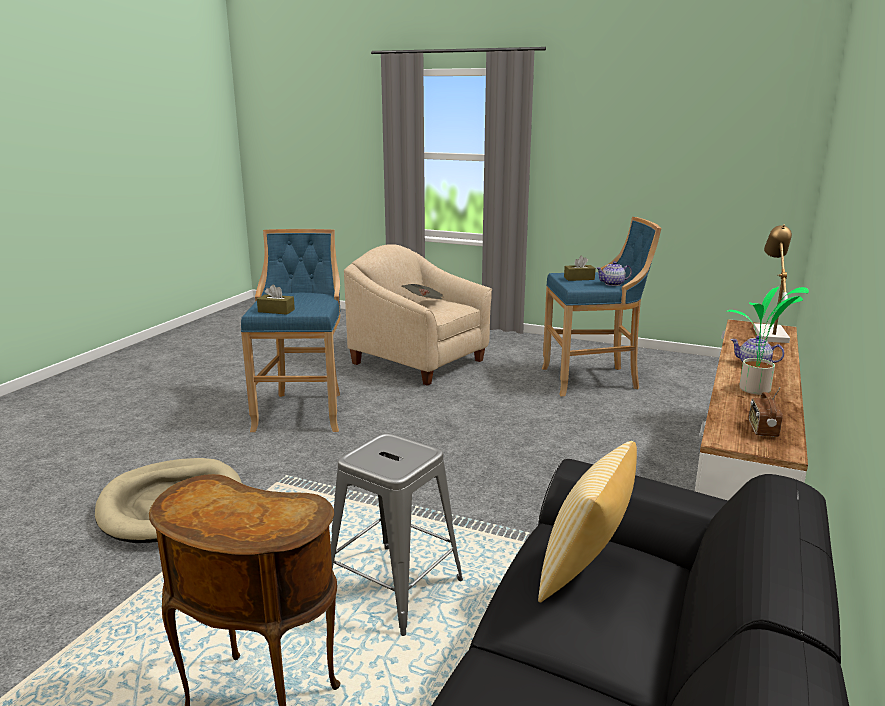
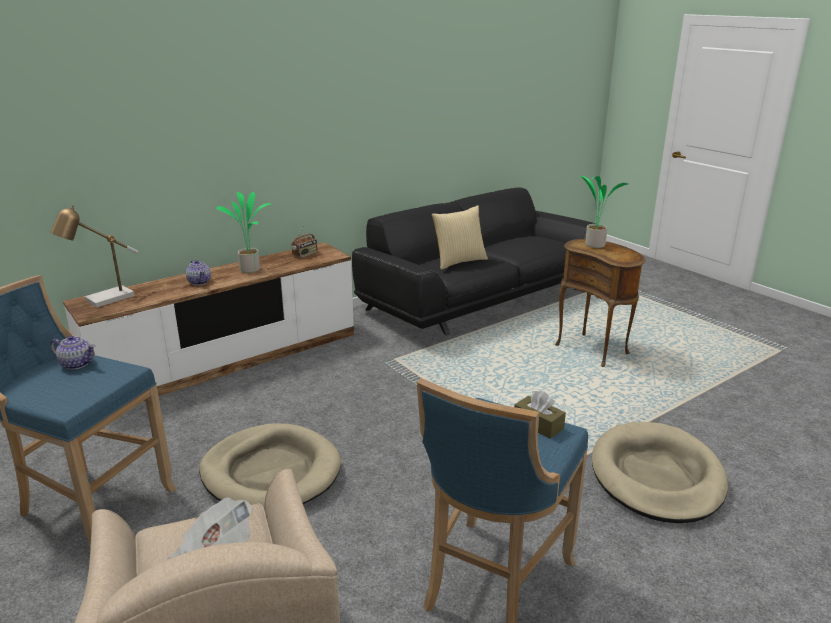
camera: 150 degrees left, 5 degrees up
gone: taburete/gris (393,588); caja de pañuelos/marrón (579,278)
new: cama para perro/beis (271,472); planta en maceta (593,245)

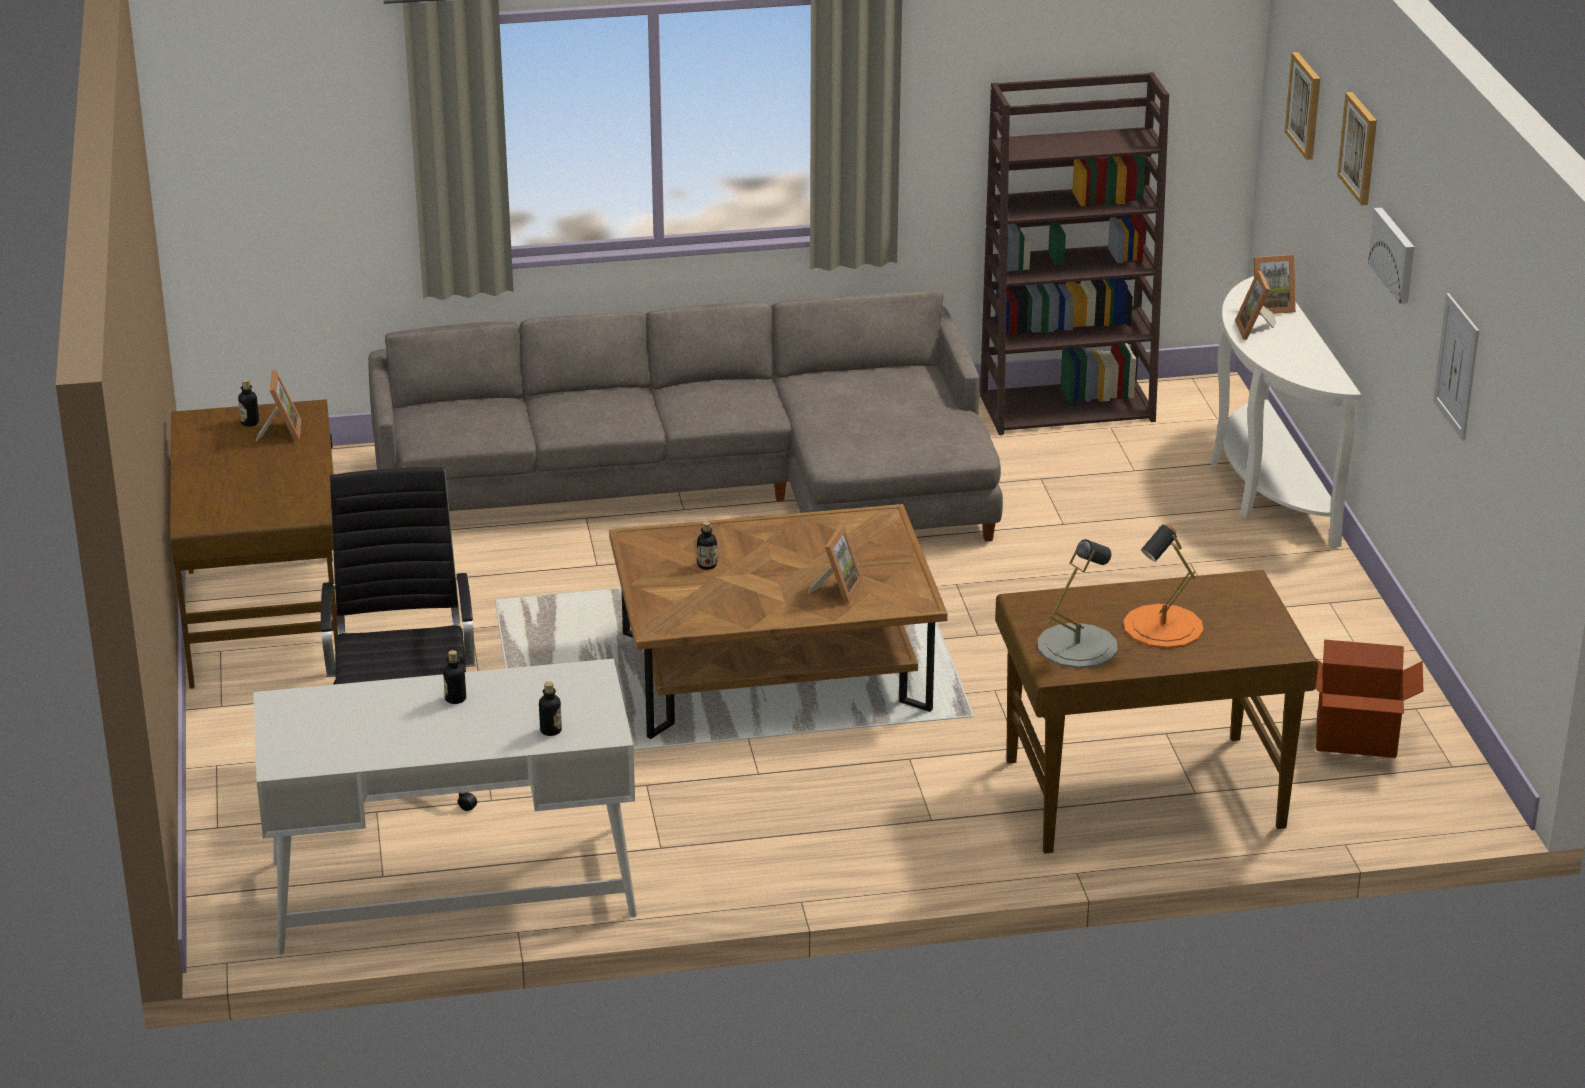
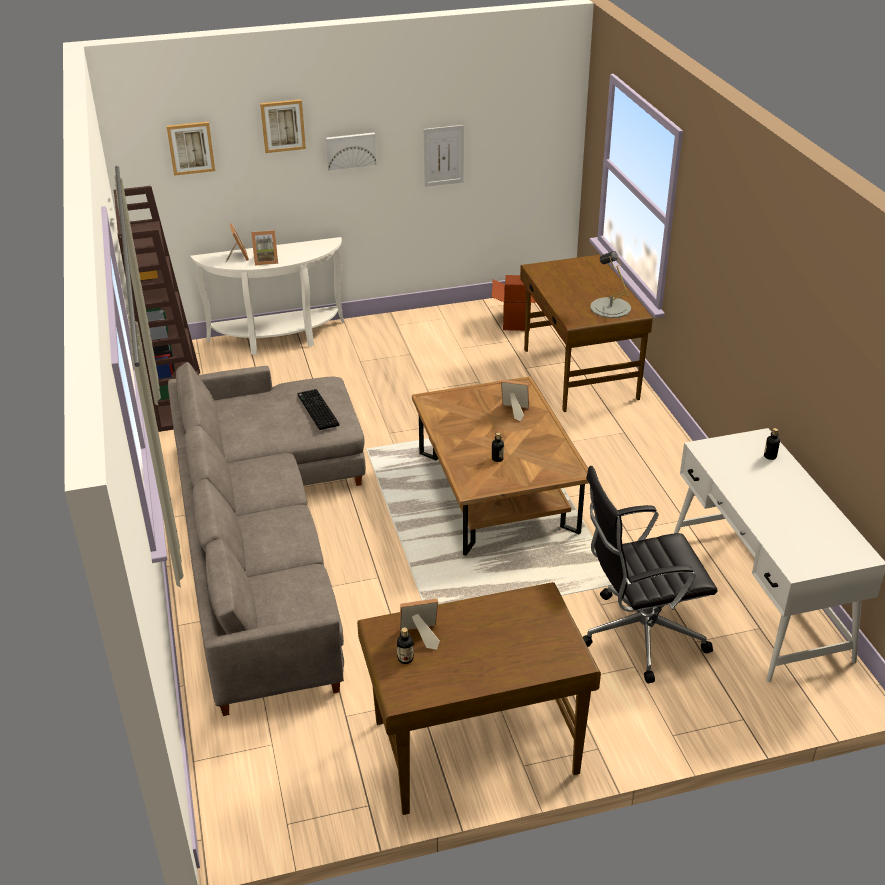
camera: 95 degrees left, 5 degrees up
gone: botella (455,699); lámpara de mesa/naranja (1163,627)
new: teclado (316,410)

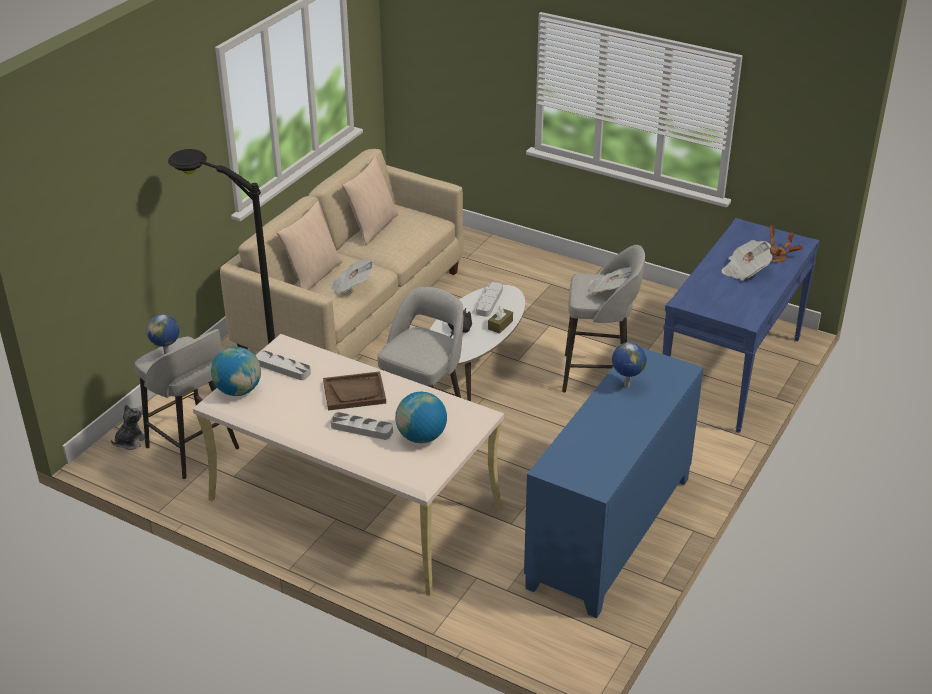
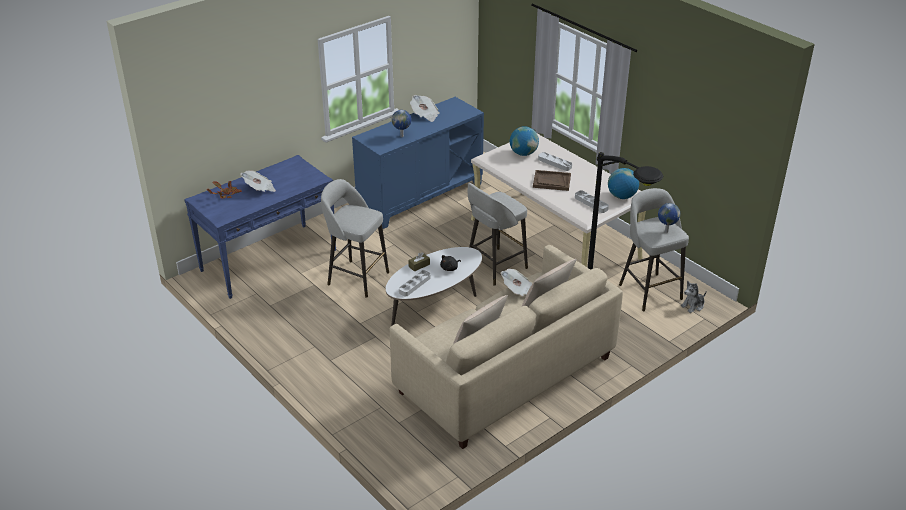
camera: 160 degrees left, 0 degrees up
shifted: periódico (609,290) to (425,115)

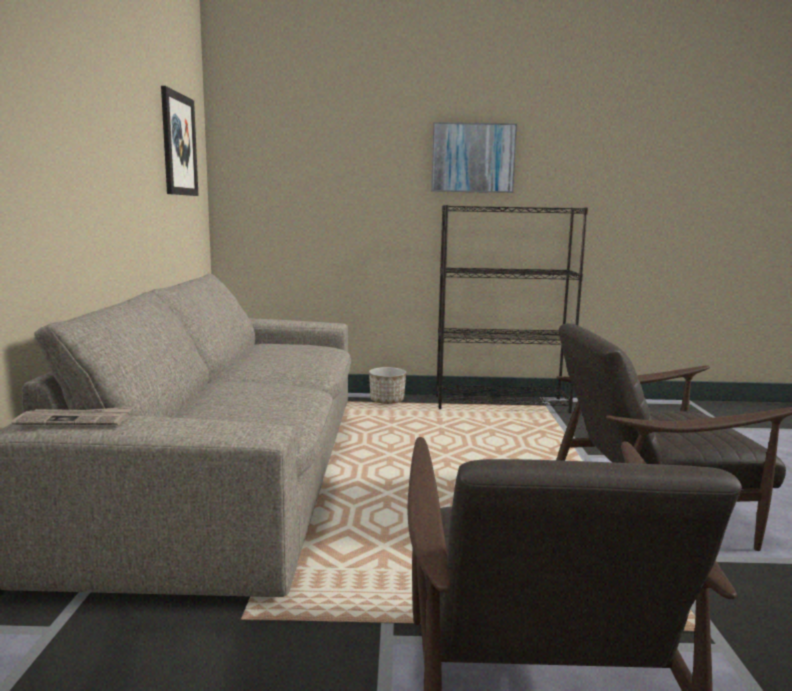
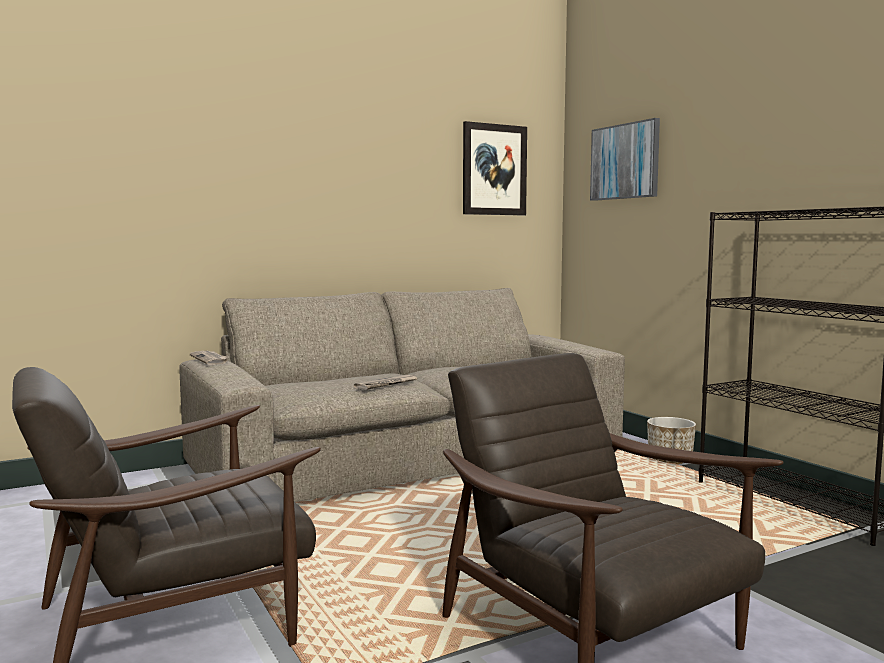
camera: 60 degrees right, 5 degrees down
new: periódico (386,384)
shifted: cuadro (473,158) to (625,161)

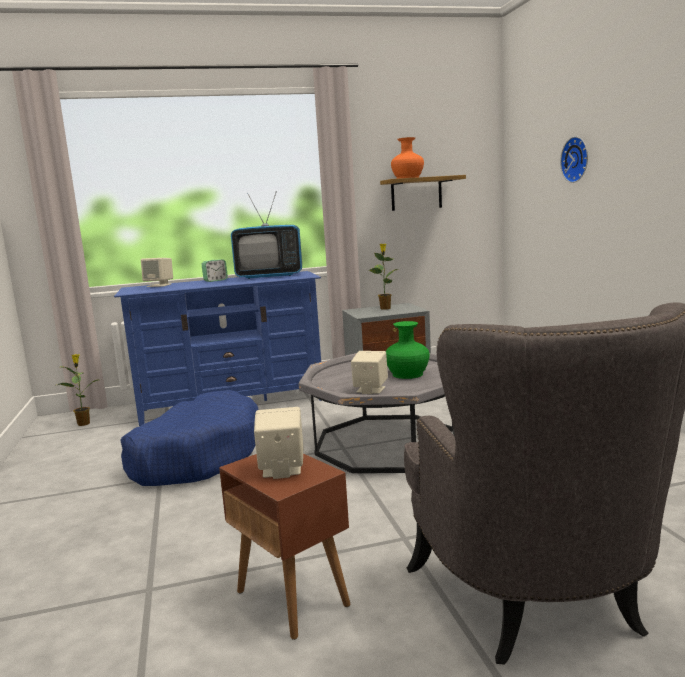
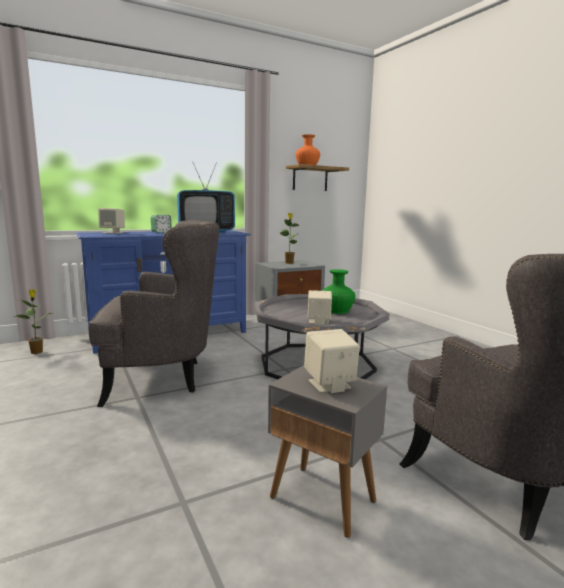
camera: 15 degrees left, 0 degrees up
gone: reloj de pared (577,159)
swapped: cama para perro/azul (197,456) to sillón/gris (162,378)
repainted: mesa auxiliar/marrón (293,599) to mesa auxiliar/gris (323,499)

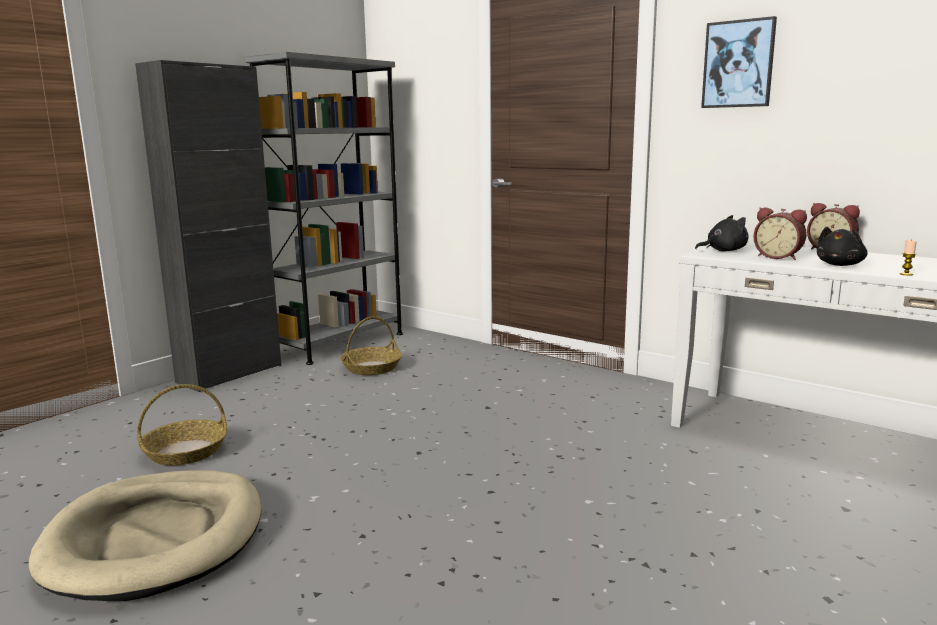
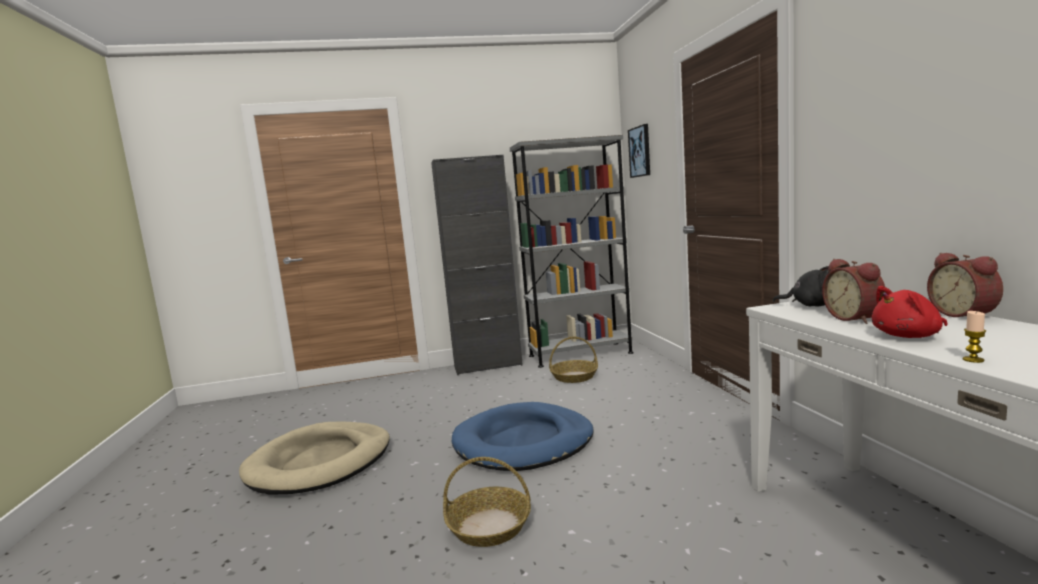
camera: 40 degrees right, 5 degrees down
new: cama para perro/azul (523,442)
shifted: cesta (186,451) to (489,526); cuadro (738,64) to (640,151)
repainted: peluche/negro (840,265) to peluche/rojo (909,336)

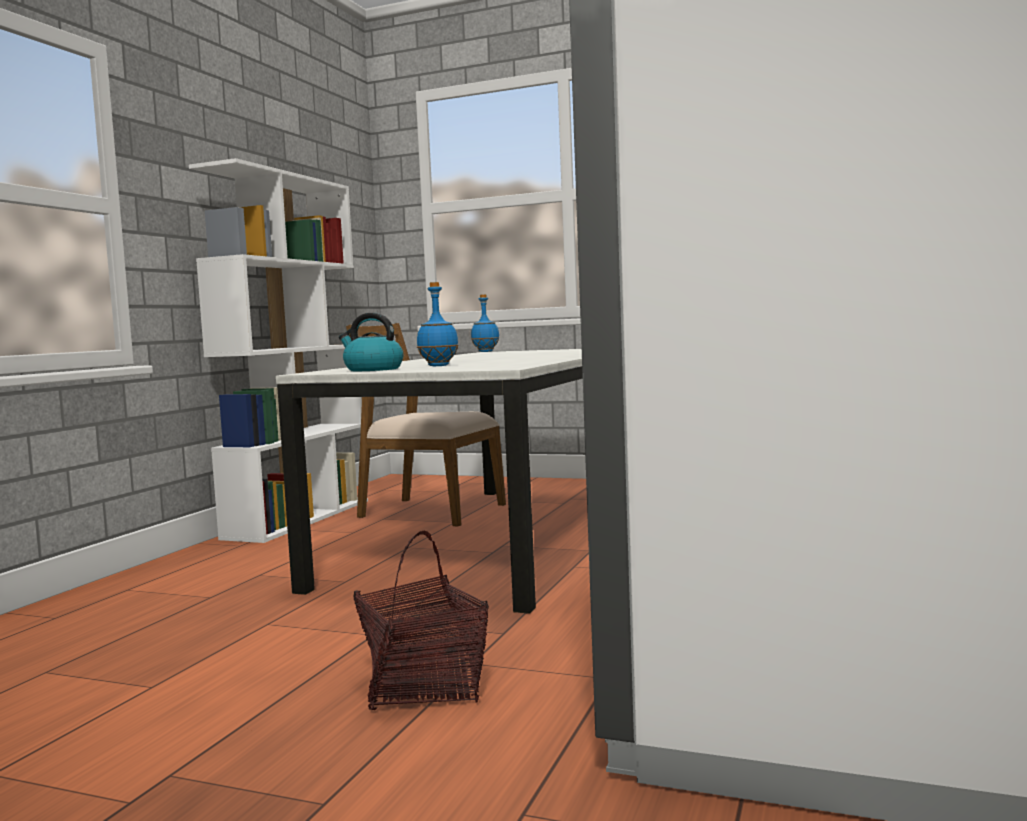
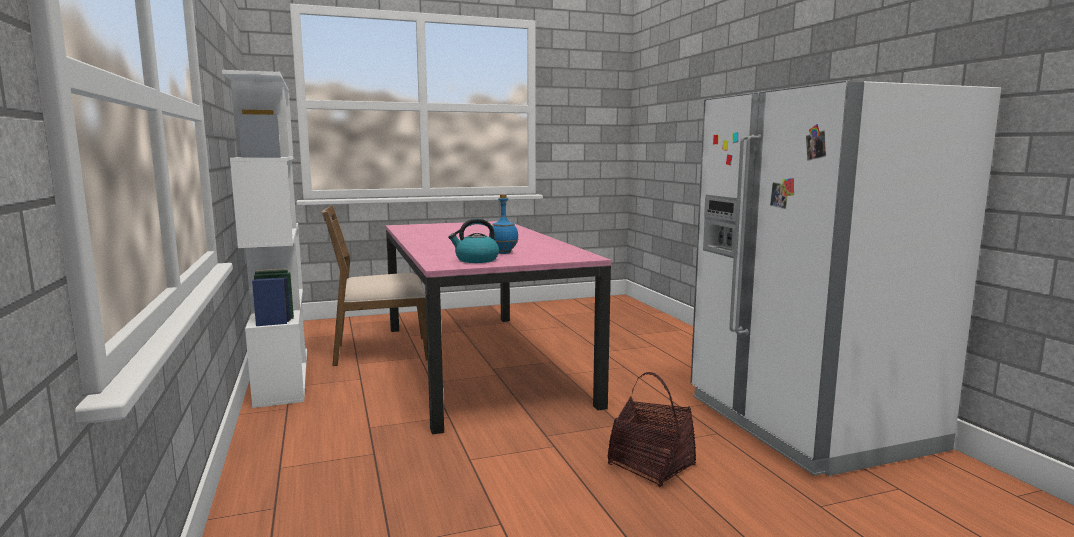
camera: 40 degrees left, 5 degrees up
gone: botella/azul (486,351)
repainted: mesa de comedor/blanco (503,536) to mesa de comedor/rosa (478,362)

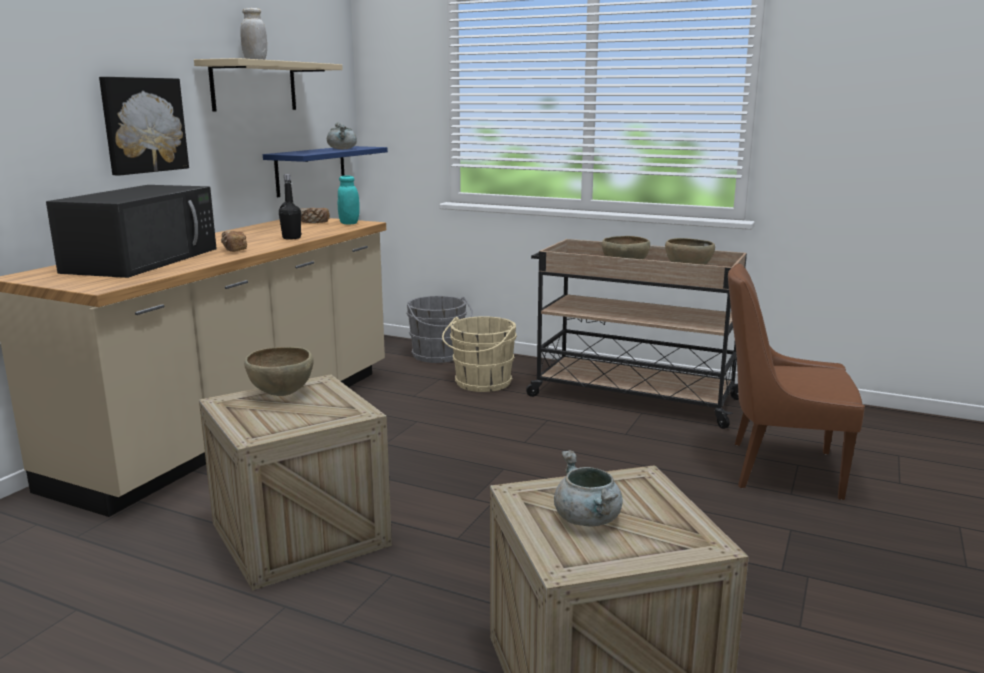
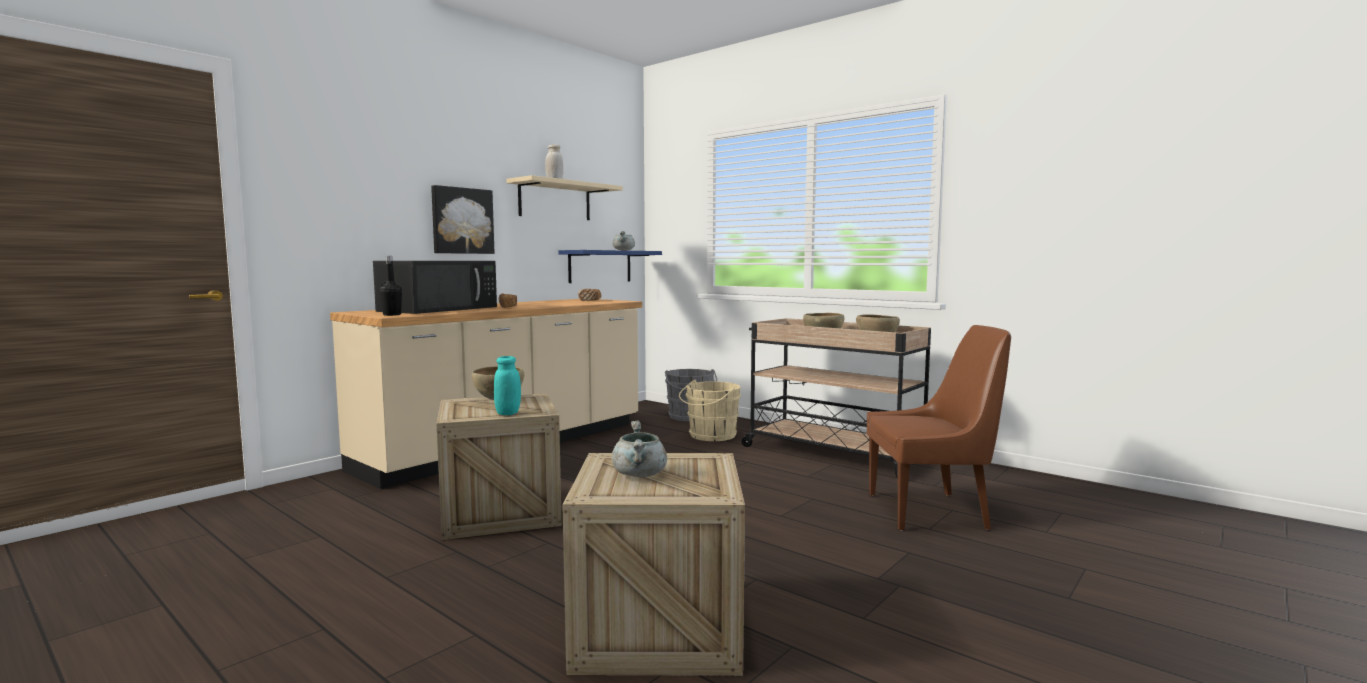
camera: 15 degrees right, 10 degrees down
shifted: botella/negro (291,238) to (392,315); tarro/turquesa (349,223) to (508,413)
rotated: silla/marrón (779,469) = (931,511) 150 degrees clockwise

